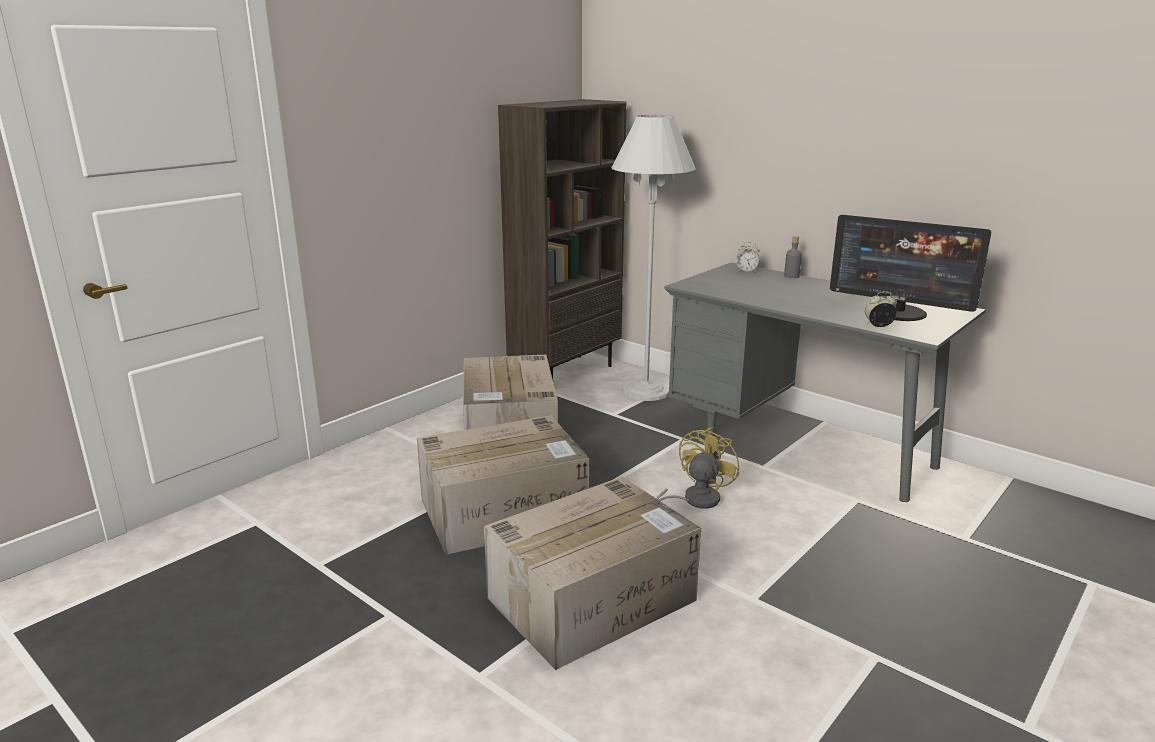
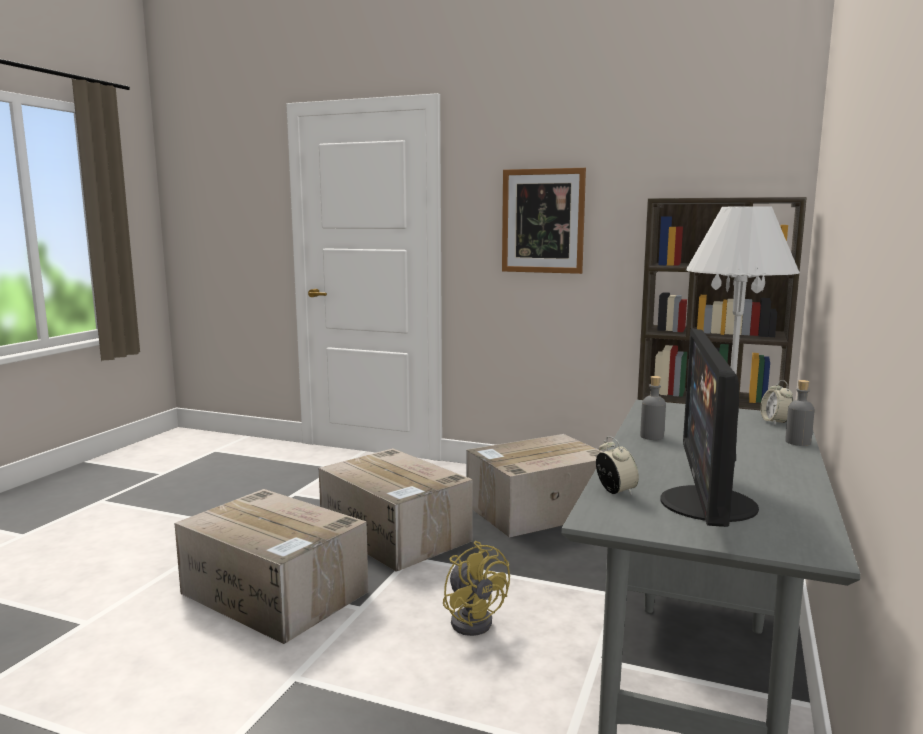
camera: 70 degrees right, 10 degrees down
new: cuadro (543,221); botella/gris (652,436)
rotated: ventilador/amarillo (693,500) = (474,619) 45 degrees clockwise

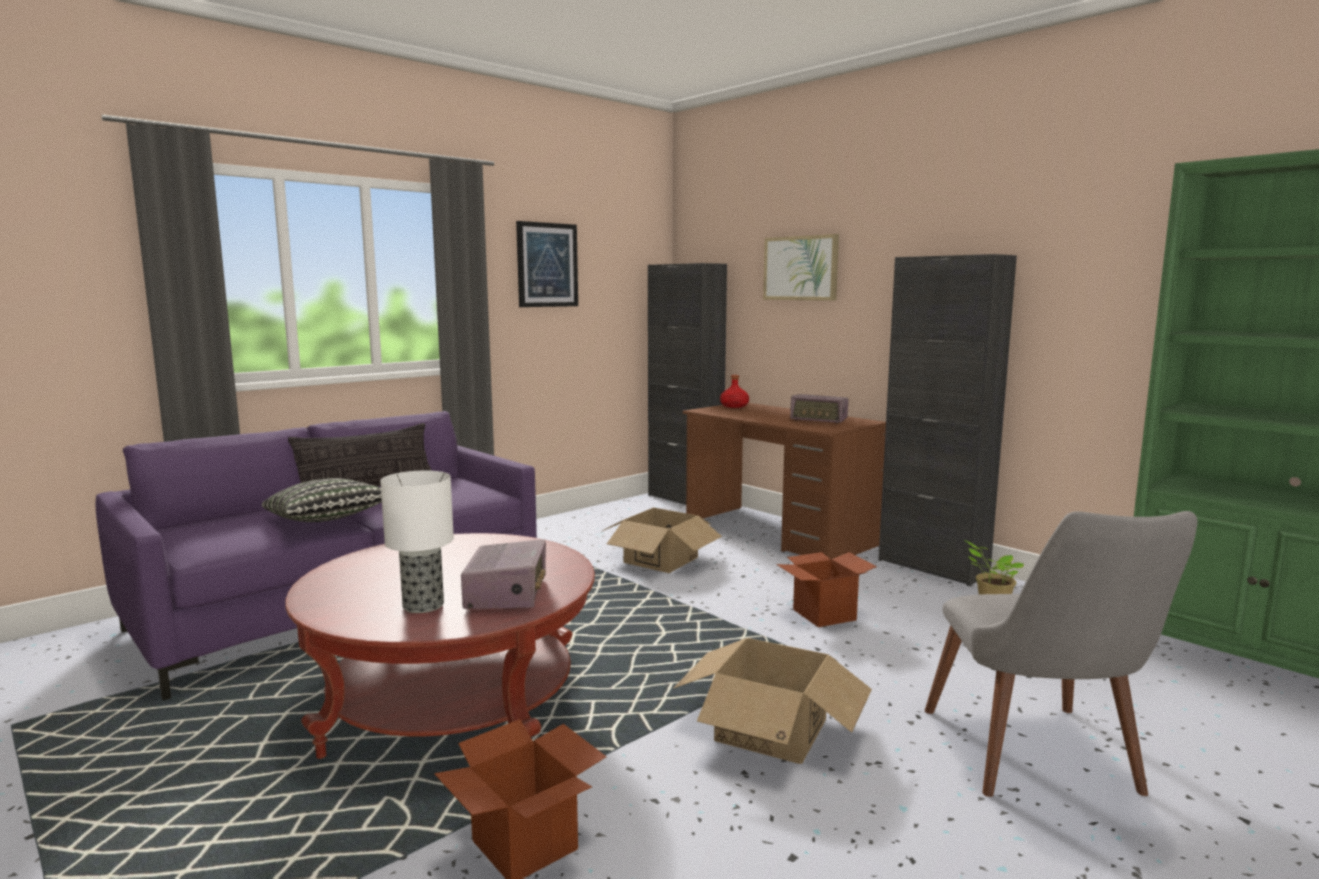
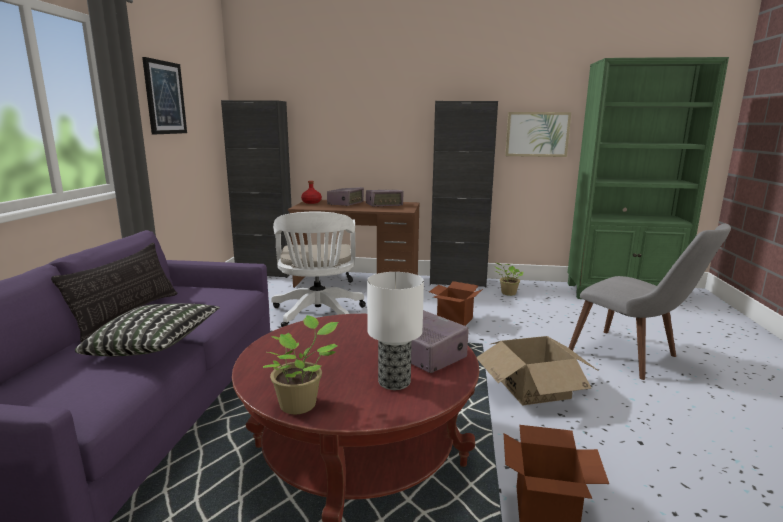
camera: 40 degrees left, 5 degrees up
new: planta en maceta (301,404); radio (346,204)
shifted: cuadro (801,268) to (537,134)
swapped: caja de cartón (660,559) to silla de oficina/blanco (318,315)

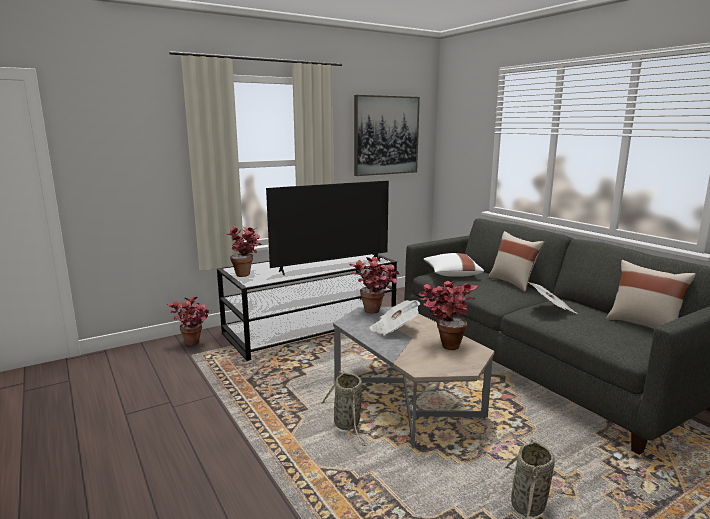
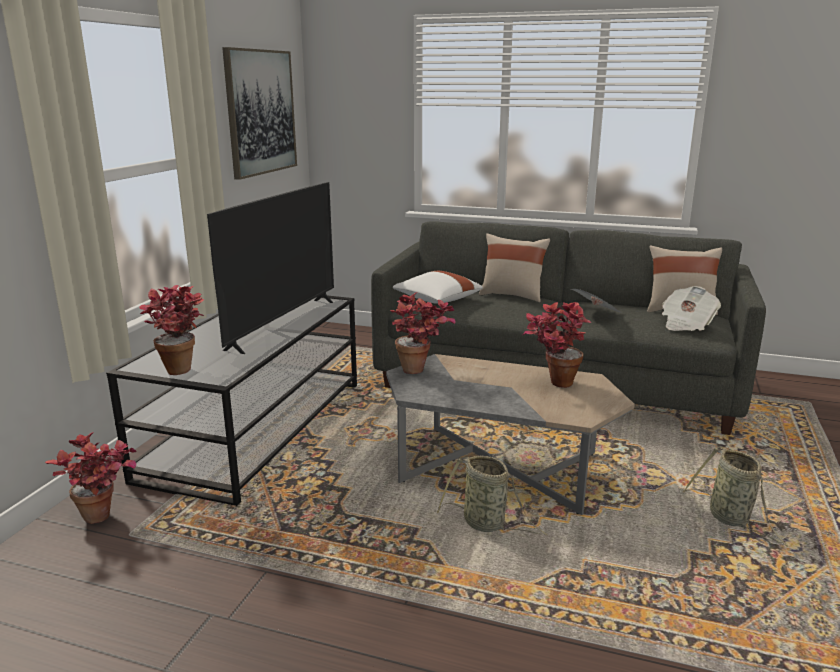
camera: 40 degrees left, 5 degrees up
shifted: periódico (394,329) to (686,324)

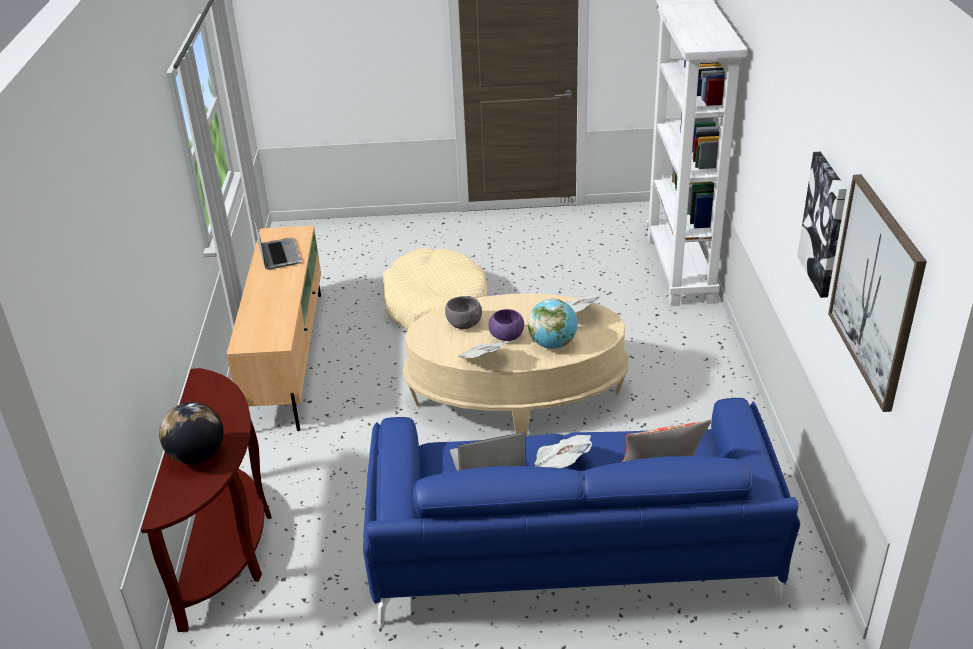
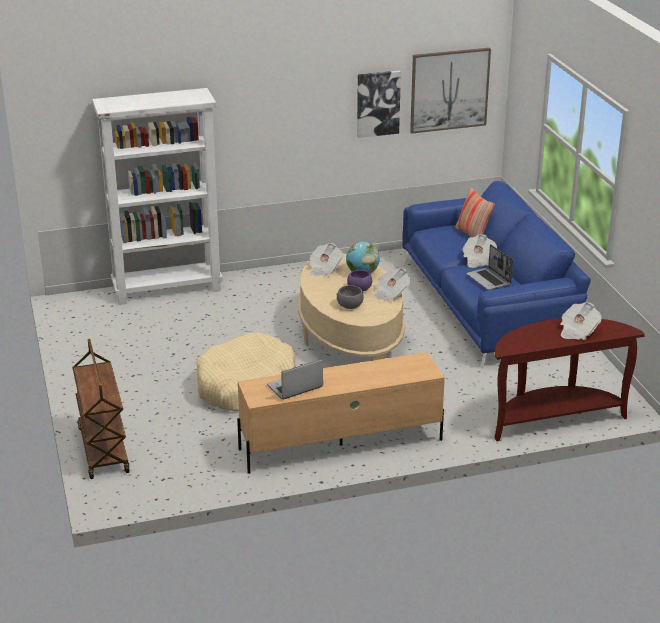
camera: 105 degrees left, 5 degrees down
new: carrito/marrón (102,449)
swapped: globo terráqueo (197,456) to periódico (577,331)

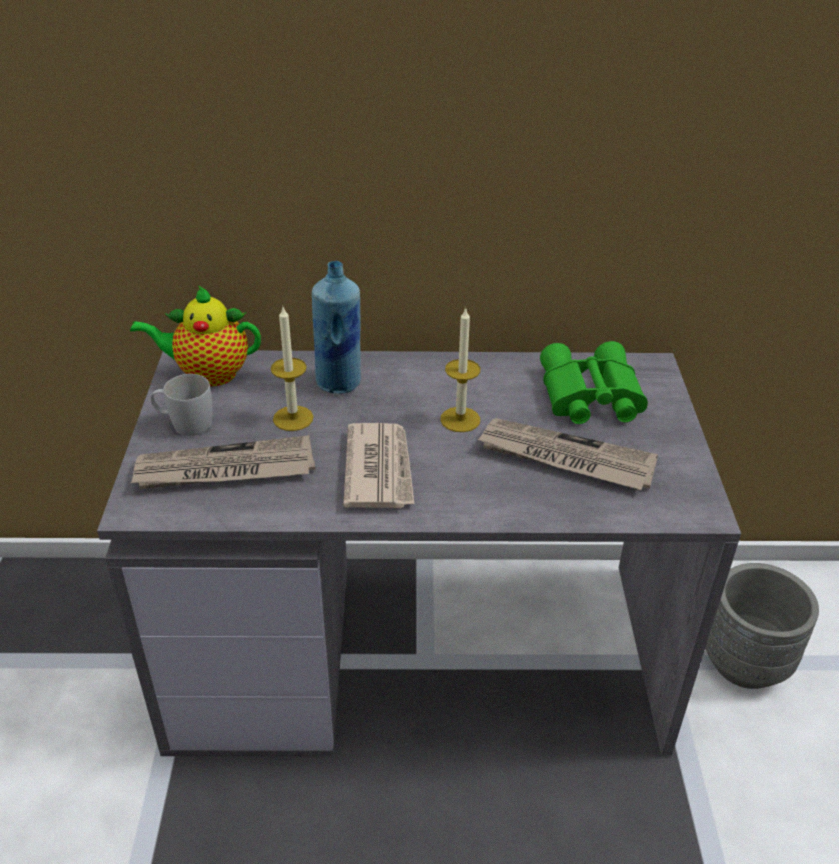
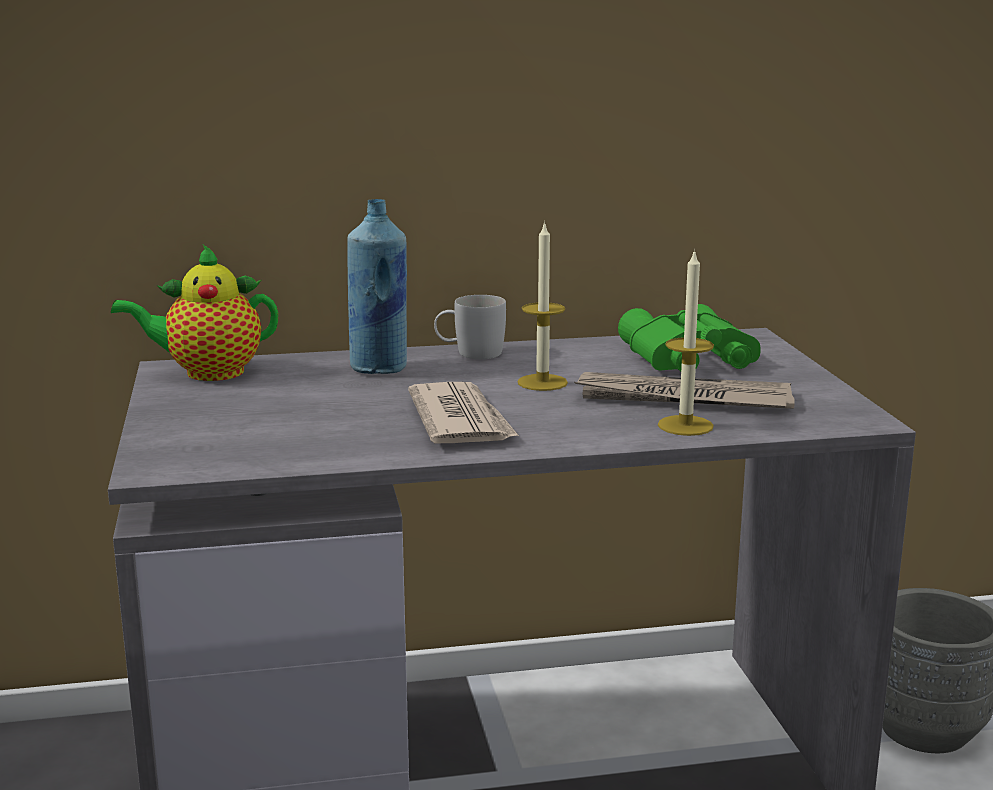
camera: 10 degrees left, 20 degrees down
gone: periódico (225,470)
shifted: taza grande/blanco (184,423) to (470,353); vela (293,418) to (685,425)

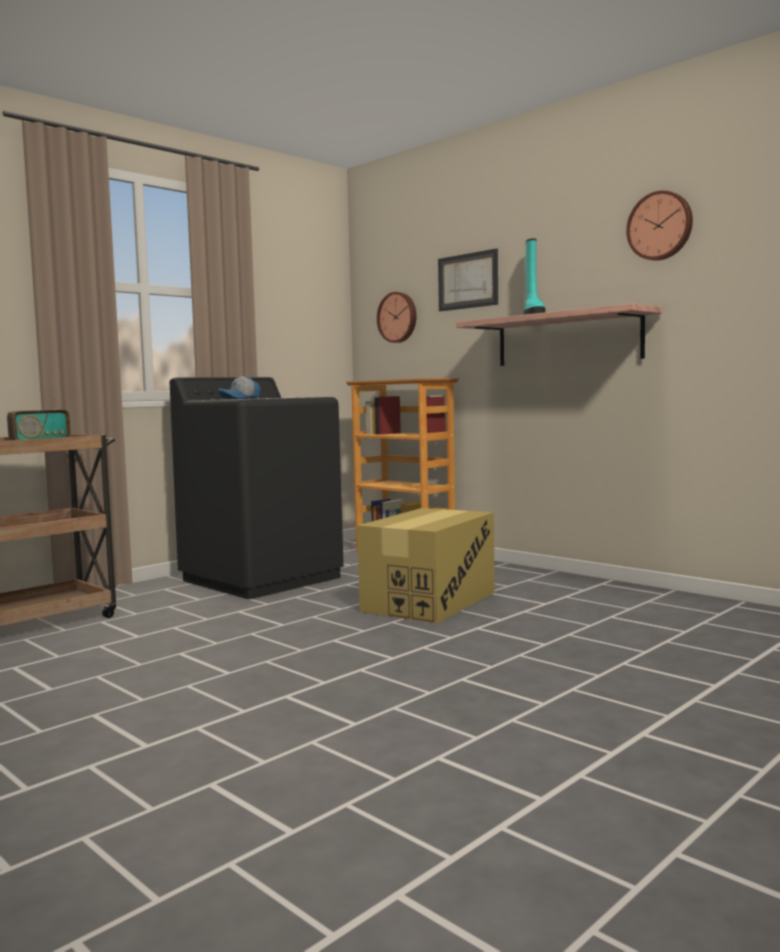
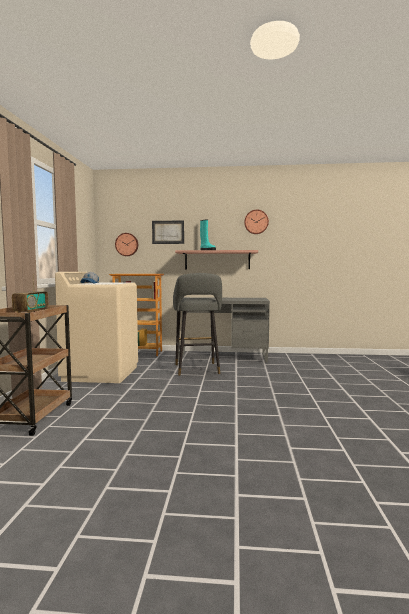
camera: 40 degrees left, 0 degrees up
new: escritorio/gris (222,357)
swapped: caja de cartón (429,602) to taburete/gris (197,370)
repainted: lavadora/negro (262,578) to lavadora/beis (101,373)

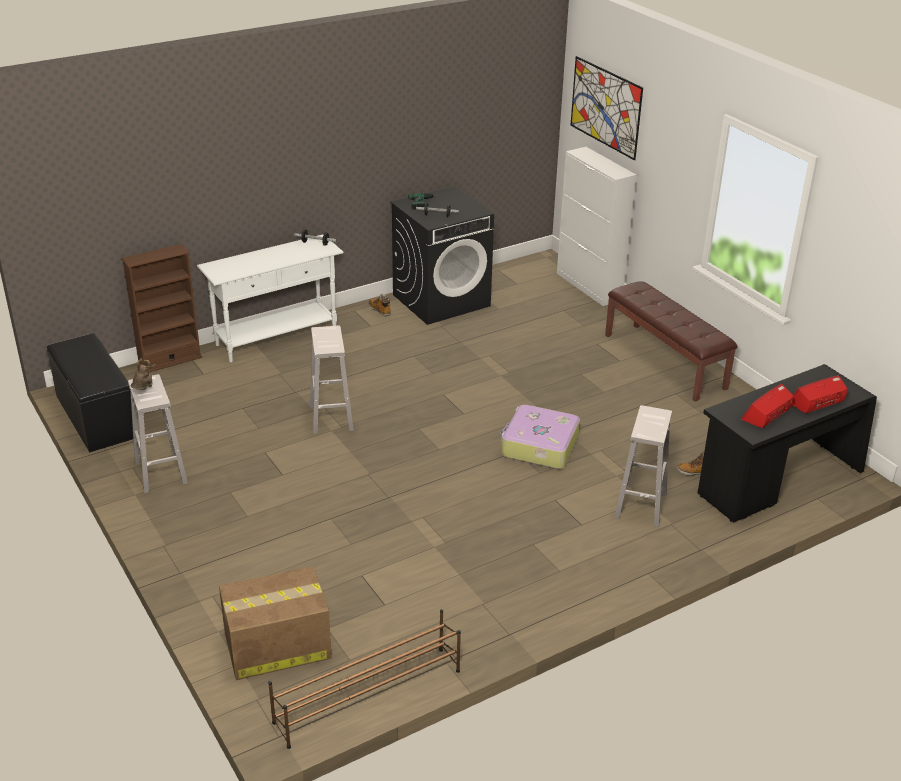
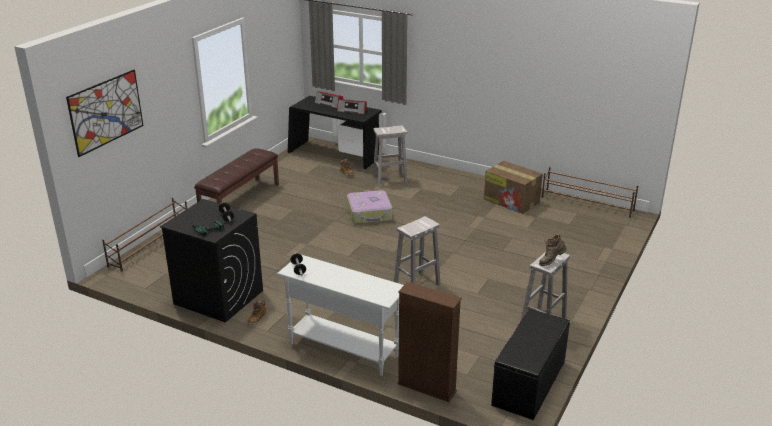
camera: 120 degrees left, 5 degrees down
shifted: caja de cartón (276,646) to (512,201)
swapped: armario/blanco (589,286) to zapatero/marrón (150,245)

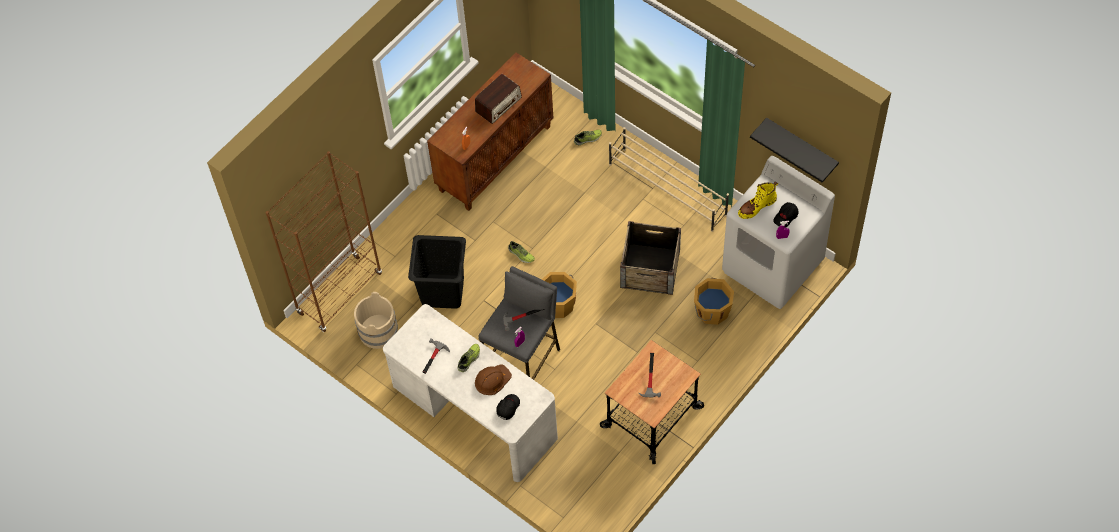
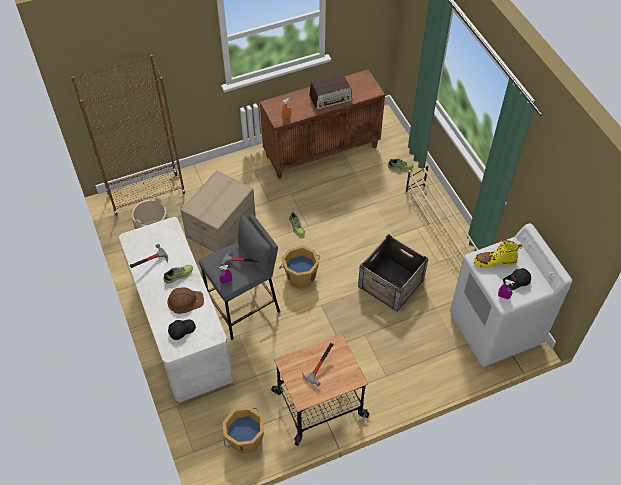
camera: 25 degrees right, 5 degrees down
gone: estante/negro (801,147)
shifted: cubo/naranja (711,311) to (245,438)
swapped: cesto de la ropa/negro (442,291) to caja de cartón (220,226)

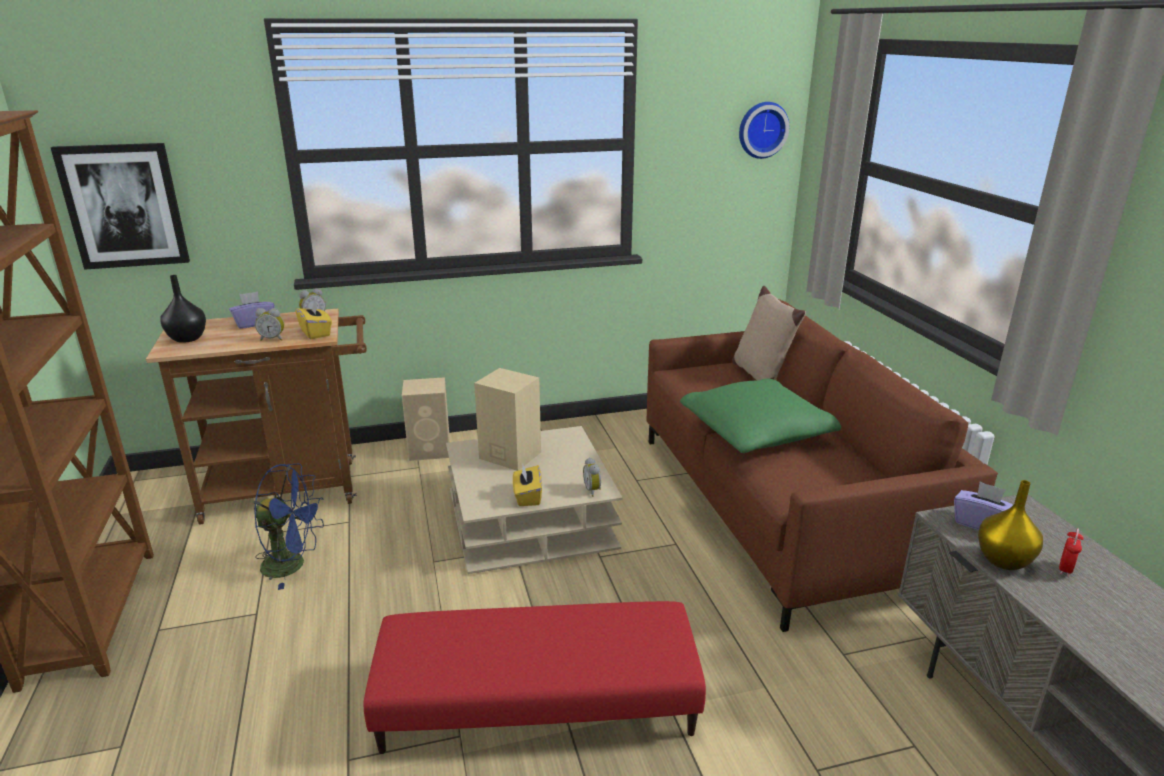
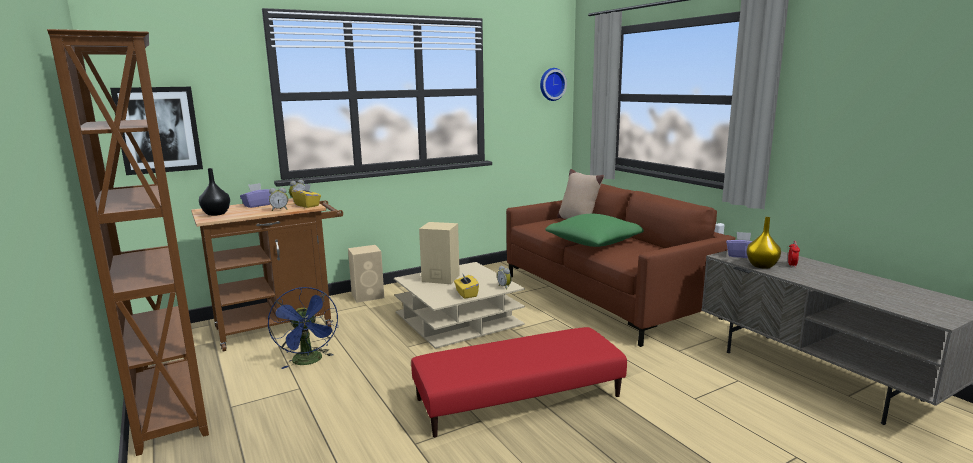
camera: 15 degrees left, 10 degrees down
rotated: ventilador/azul (293,565) = (309,361) 75 degrees clockwise

